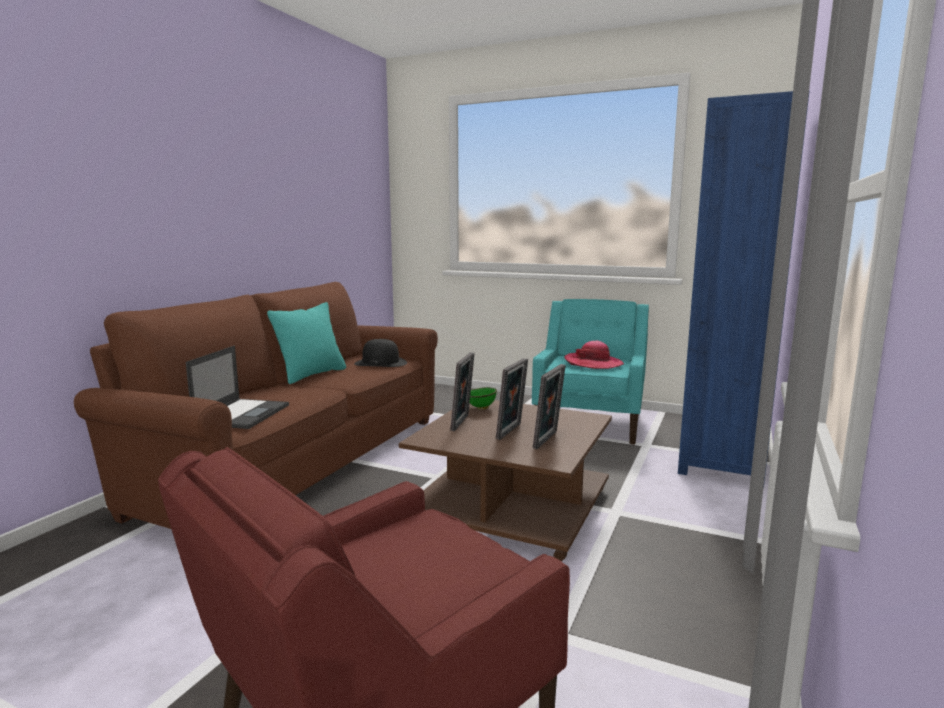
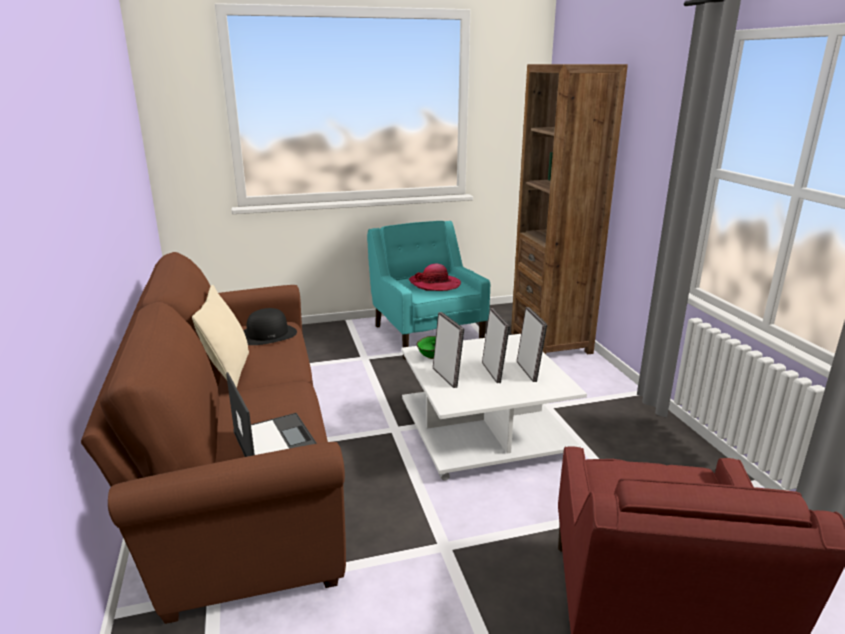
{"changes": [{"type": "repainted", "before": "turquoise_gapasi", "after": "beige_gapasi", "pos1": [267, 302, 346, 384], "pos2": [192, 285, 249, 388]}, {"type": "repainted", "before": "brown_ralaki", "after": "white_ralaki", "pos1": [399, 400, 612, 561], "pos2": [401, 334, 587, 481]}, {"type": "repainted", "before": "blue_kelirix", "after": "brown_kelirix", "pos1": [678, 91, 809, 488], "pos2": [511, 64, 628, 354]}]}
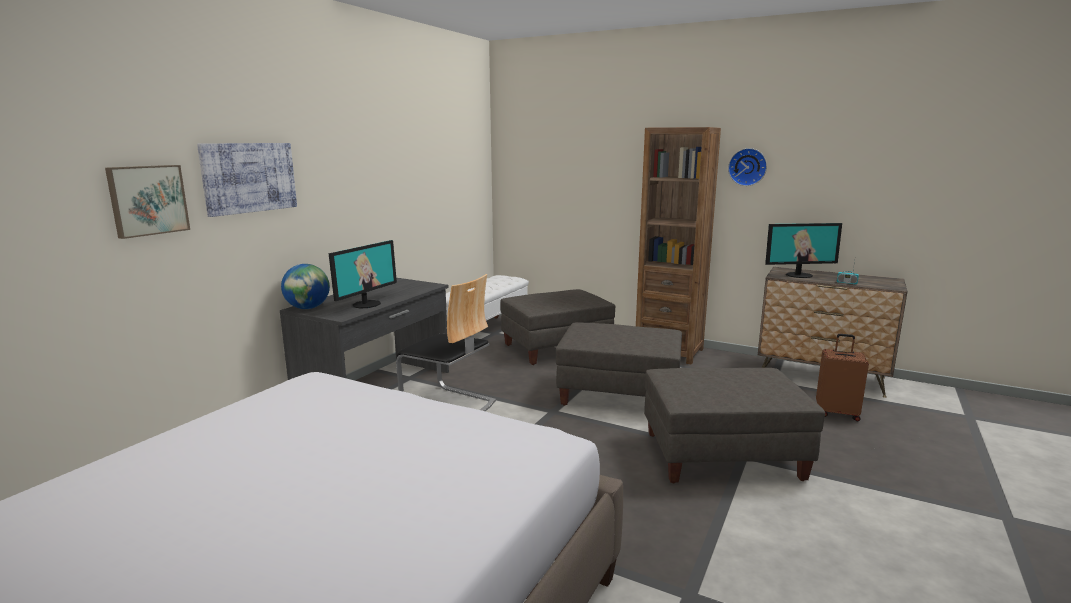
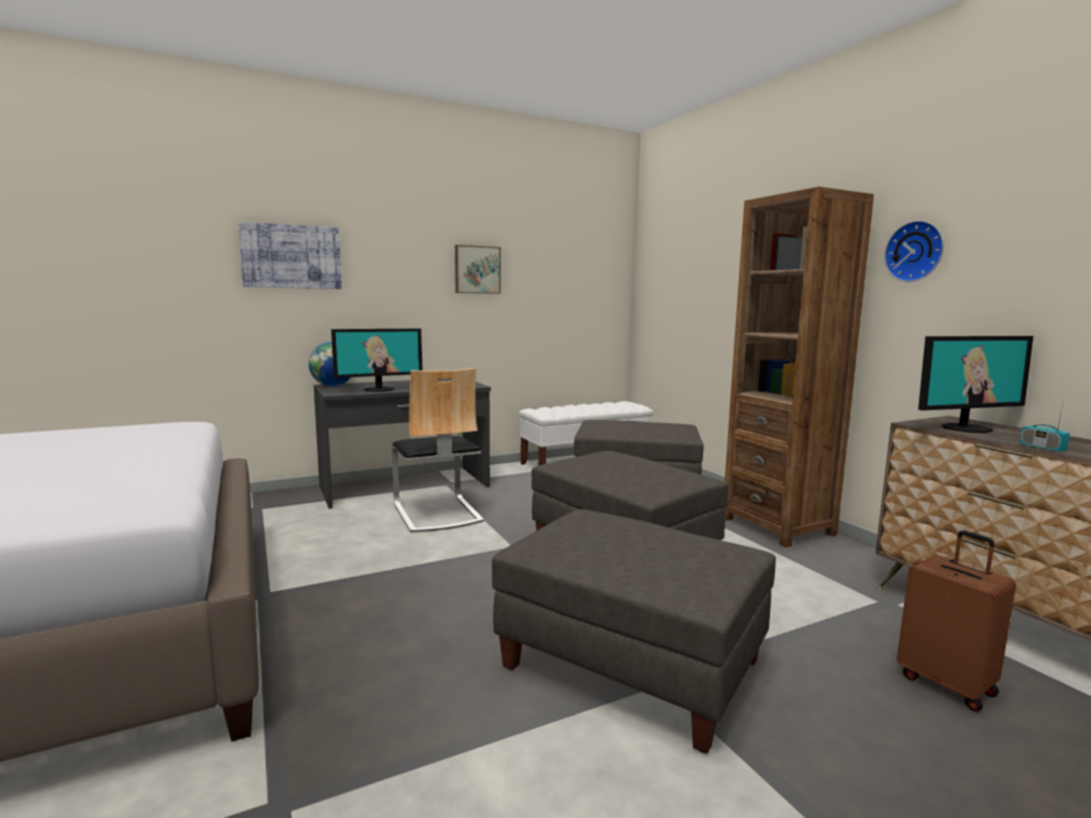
{"changes": [{"type": "shifted", "before": "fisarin", "pos1": [105, 165, 190, 239], "pos2": [455, 245, 501, 294]}, {"type": "rotated", "before": "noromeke", "pos1": [765, 223, 842, 278], "pos2": [918, 336, 1033, 433], "turn": -45}]}
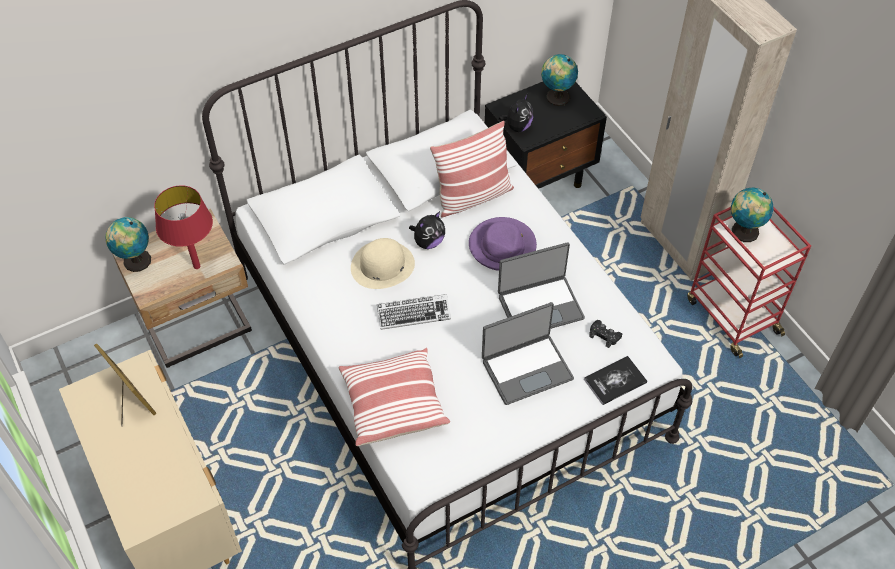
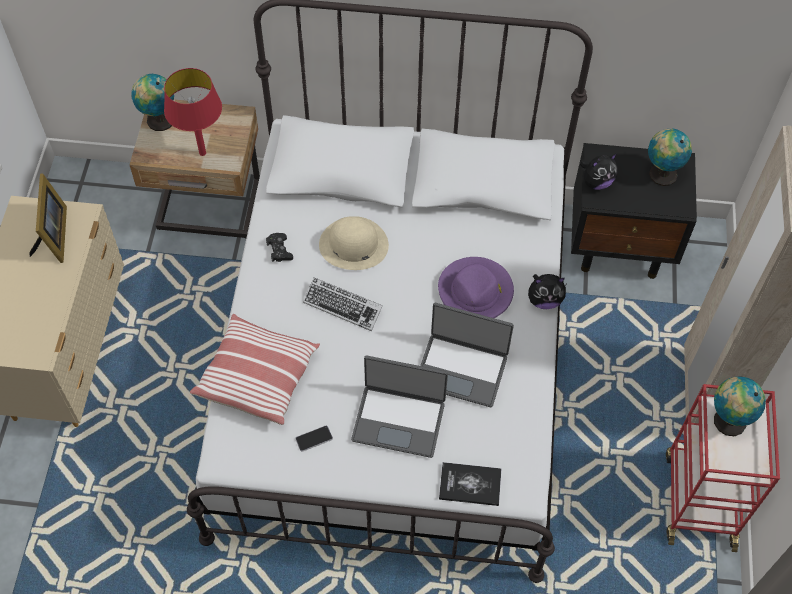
{"changes": [{"type": "gone", "before": "gapasi", "pos1": [430, 121, 514, 218]}, {"type": "new", "after": "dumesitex", "pos2": [295, 426, 333, 452]}, {"type": "shifted", "before": "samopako", "pos1": [409, 211, 445, 249], "pos2": [528, 274, 566, 309]}, {"type": "shifted", "before": "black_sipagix", "pos1": [589, 320, 622, 348], "pos2": [266, 233, 293, 262]}]}
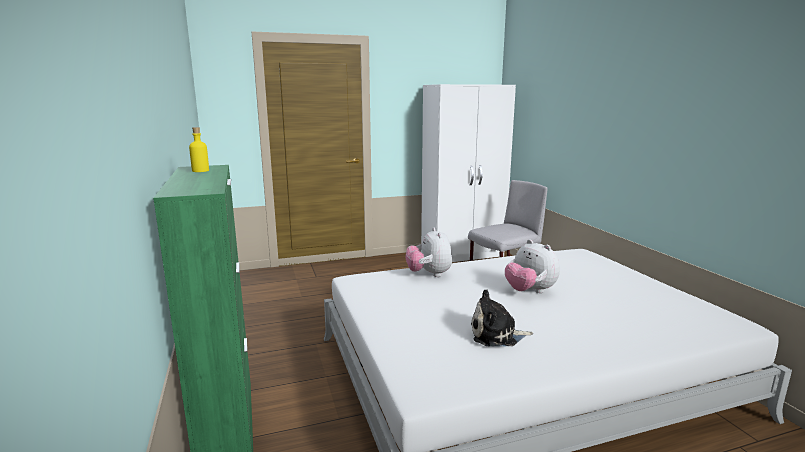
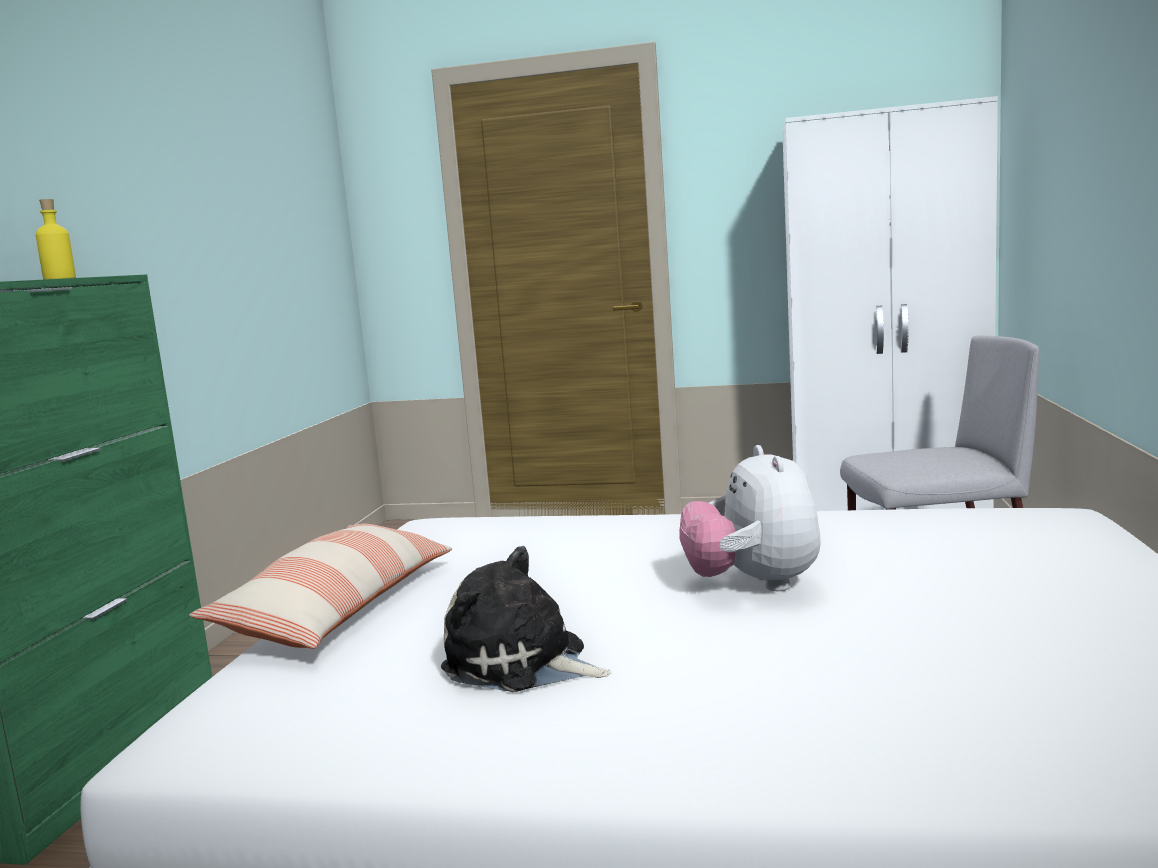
{"changes": [{"type": "gone", "before": "samopako", "pos1": [405, 228, 452, 277]}, {"type": "new", "after": "gapasi", "pos2": [189, 524, 452, 649]}]}
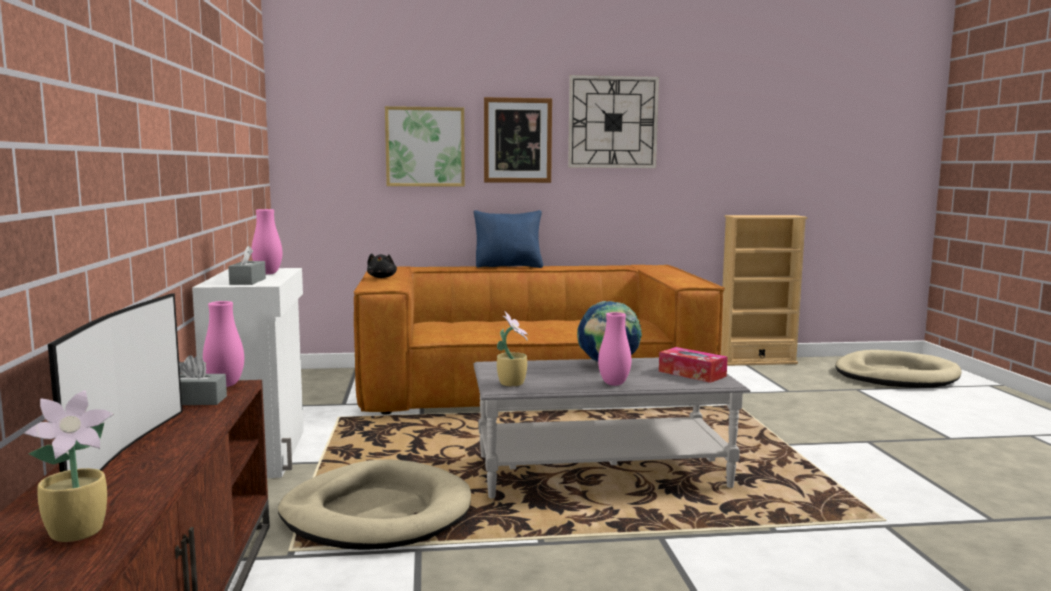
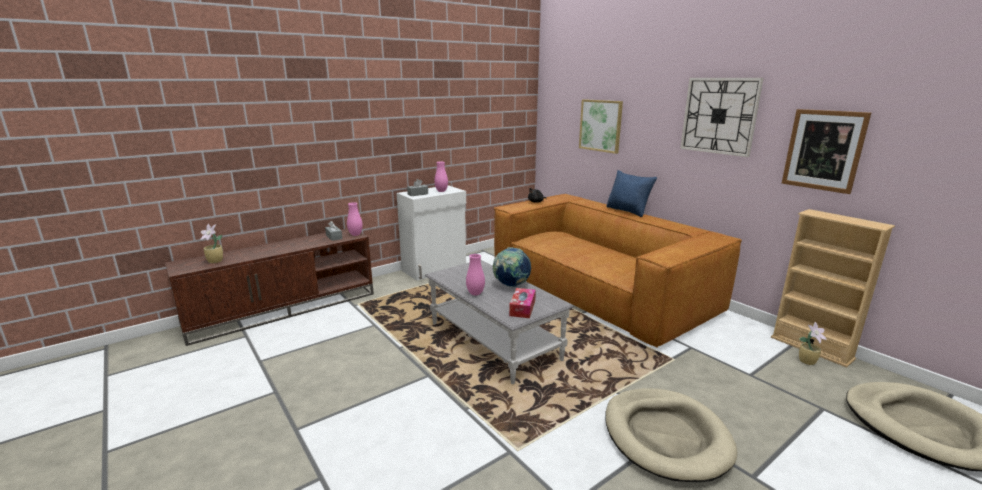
{"changes": [{"type": "gone", "before": "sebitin", "pos1": [48, 293, 183, 472]}, {"type": "shifted", "before": "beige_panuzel", "pos1": [278, 459, 471, 550], "pos2": [605, 388, 737, 482]}, {"type": "shifted", "before": "fisarin", "pos1": [484, 97, 552, 183], "pos2": [782, 109, 871, 194]}, {"type": "shifted", "before": "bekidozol", "pos1": [497, 311, 528, 387], "pos2": [799, 322, 827, 365]}]}
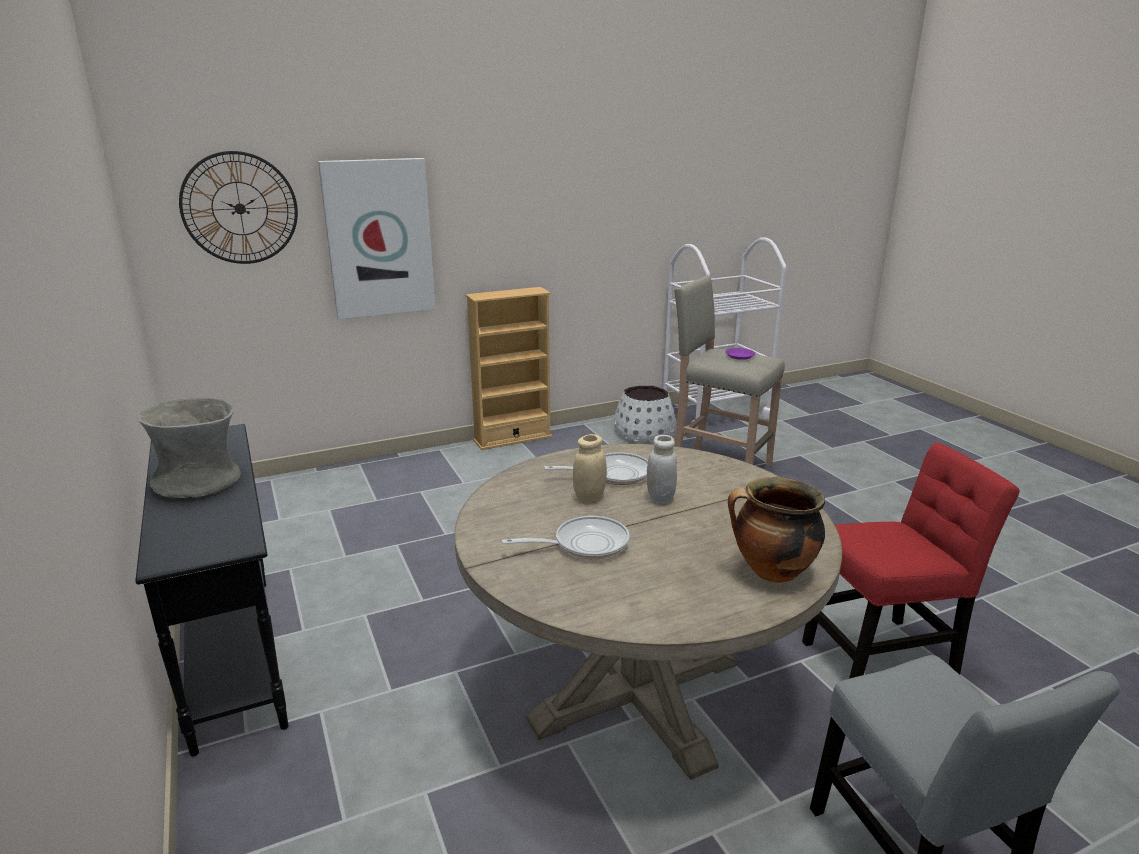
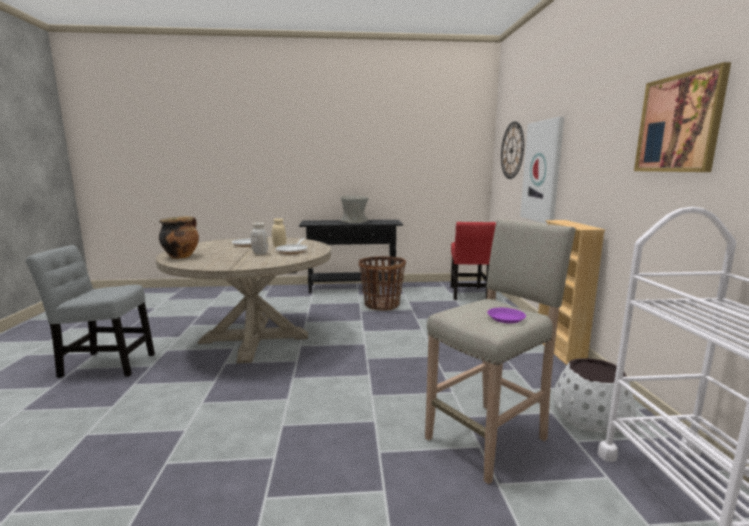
{"changes": [{"type": "new", "after": "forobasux", "pos2": [359, 256, 406, 311]}, {"type": "new", "after": "fisarin", "pos2": [634, 62, 731, 172]}, {"type": "shifted", "before": "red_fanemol", "pos1": [802, 442, 1020, 679], "pos2": [451, 222, 496, 300]}]}
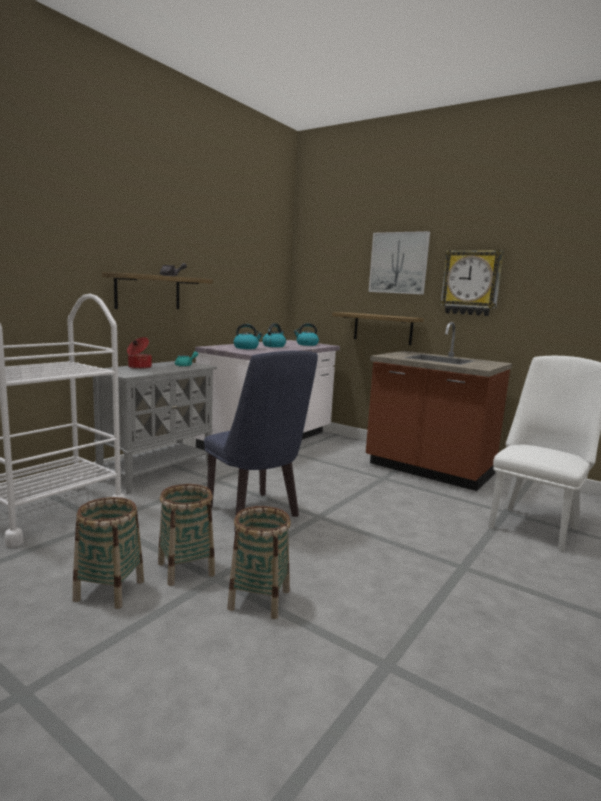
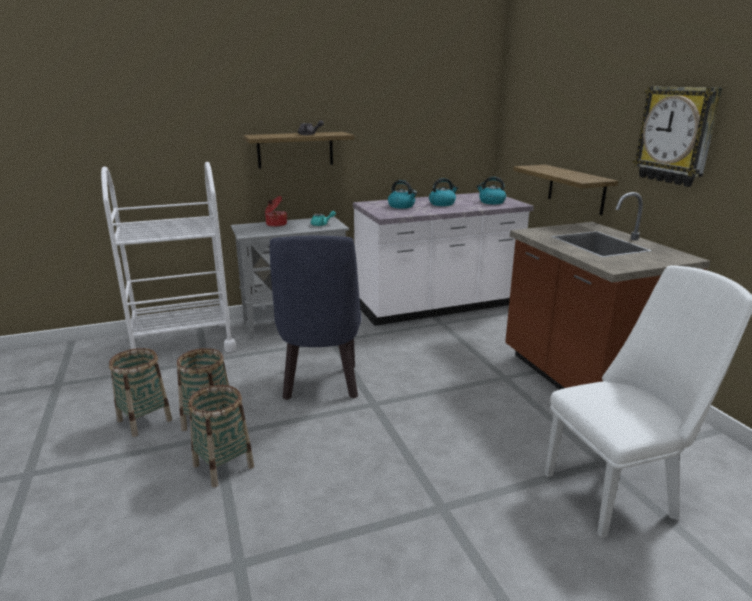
{"changes": [{"type": "gone", "before": "fisarin", "pos1": [369, 231, 430, 295]}]}
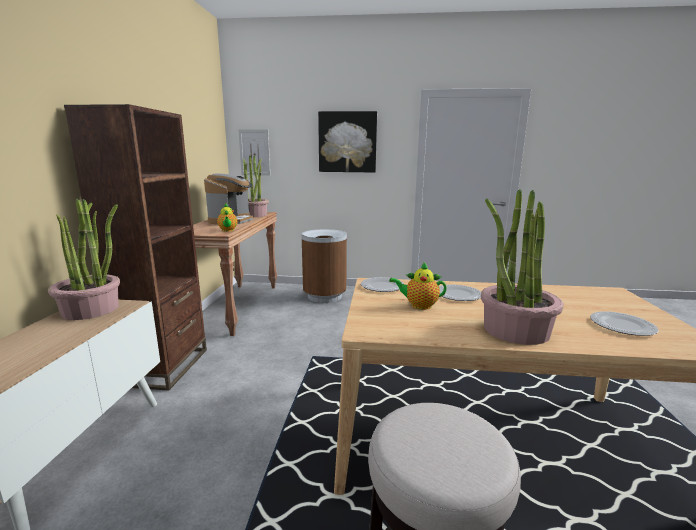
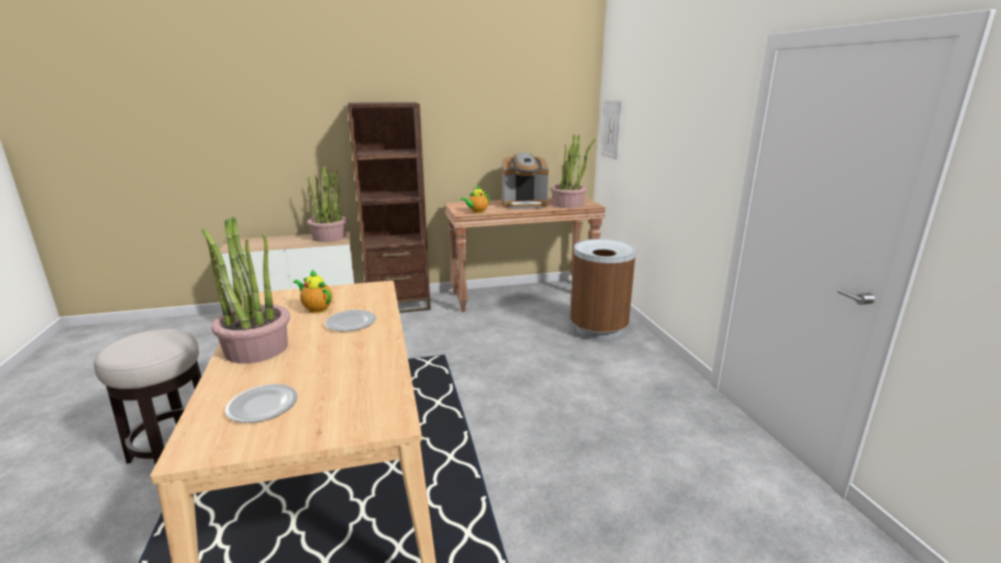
{"changes": [{"type": "gone", "before": "fisarin", "pos1": [318, 111, 377, 173]}, {"type": "gone", "before": "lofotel", "pos1": [361, 277, 404, 292]}, {"type": "rotated", "before": "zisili", "pos1": [389, 262, 447, 310], "pos2": [293, 269, 332, 313], "turn": -45}]}
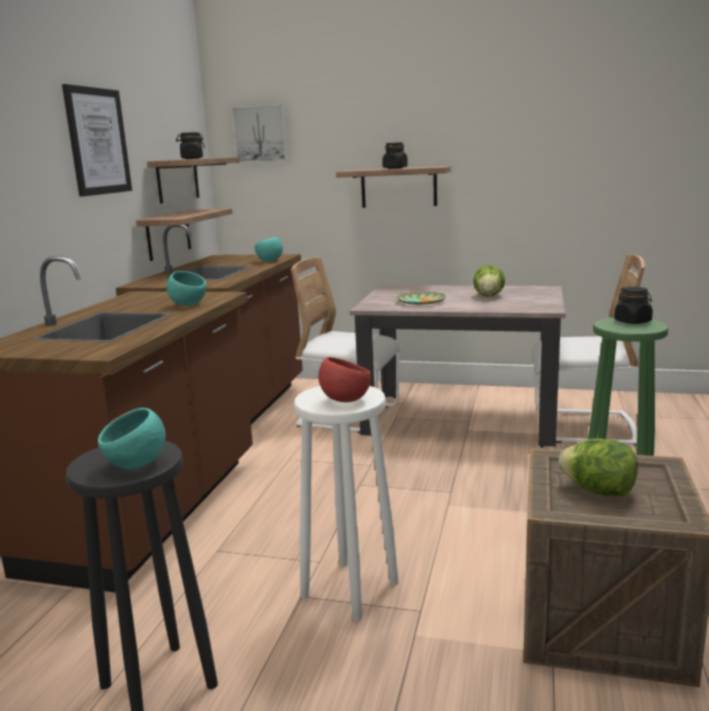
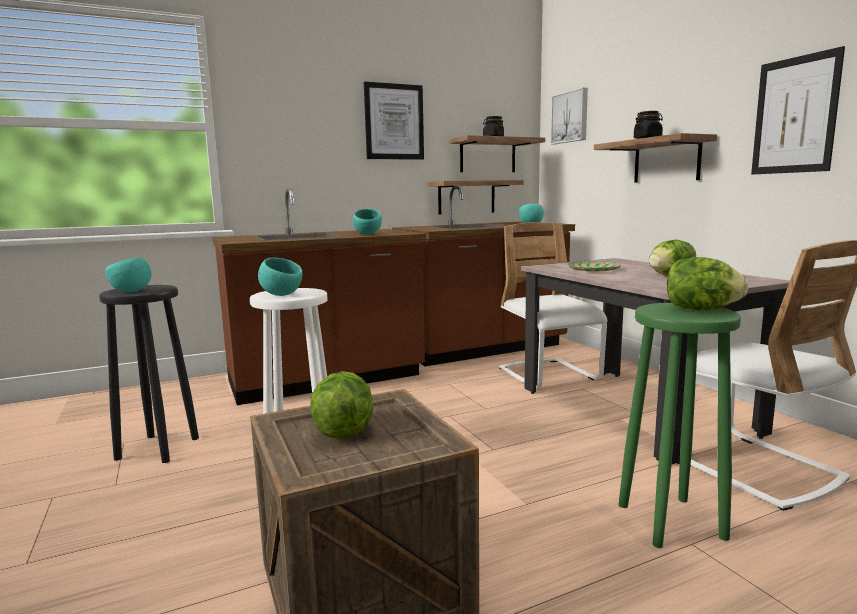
{"changes": [{"type": "new", "after": "fisarin", "pos2": [751, 46, 845, 174]}, {"type": "swapped", "before": "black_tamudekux", "after": "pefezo", "pos1": [614, 287, 653, 324], "pos2": [667, 257, 749, 310]}, {"type": "repainted", "before": "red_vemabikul", "after": "turquoise_vemabikul", "pos1": [318, 357, 371, 402], "pos2": [258, 258, 303, 296]}]}
